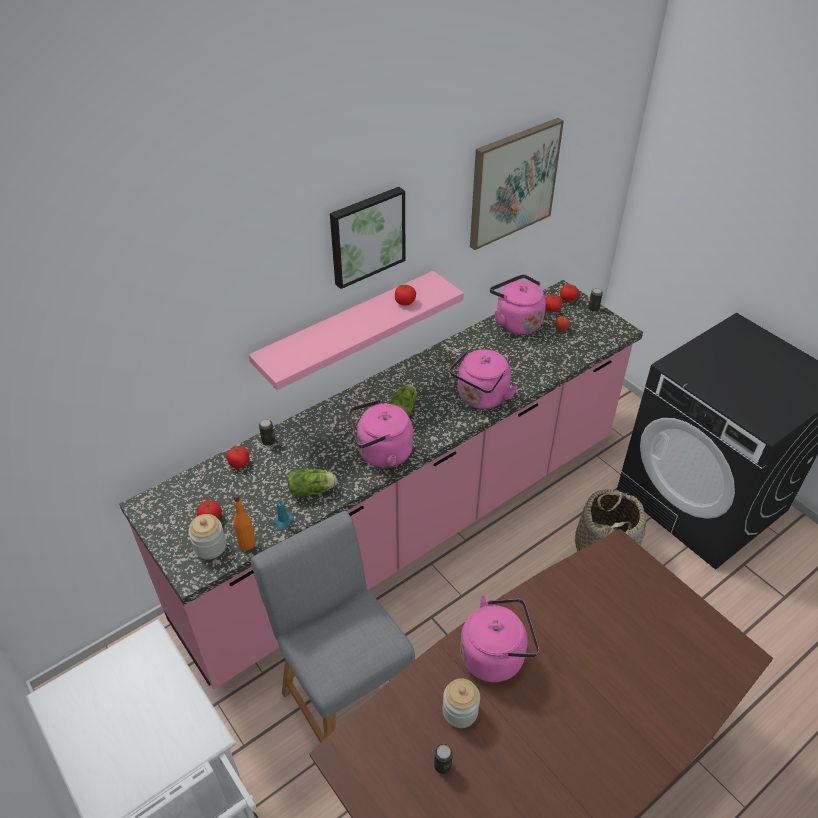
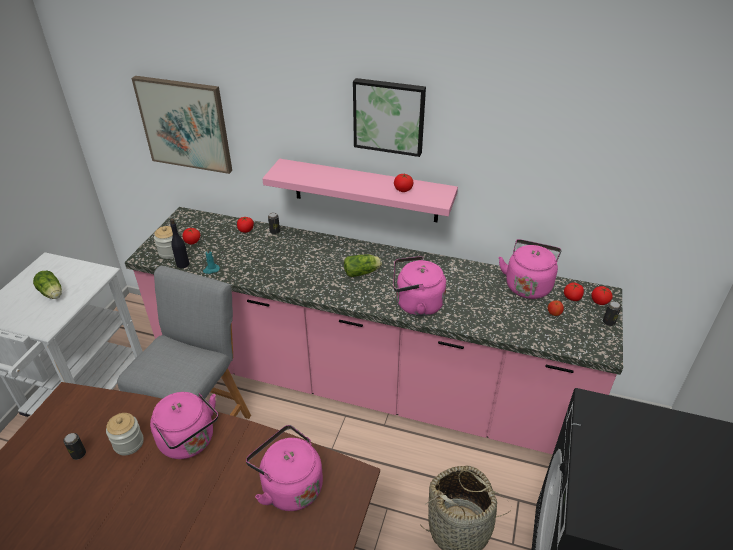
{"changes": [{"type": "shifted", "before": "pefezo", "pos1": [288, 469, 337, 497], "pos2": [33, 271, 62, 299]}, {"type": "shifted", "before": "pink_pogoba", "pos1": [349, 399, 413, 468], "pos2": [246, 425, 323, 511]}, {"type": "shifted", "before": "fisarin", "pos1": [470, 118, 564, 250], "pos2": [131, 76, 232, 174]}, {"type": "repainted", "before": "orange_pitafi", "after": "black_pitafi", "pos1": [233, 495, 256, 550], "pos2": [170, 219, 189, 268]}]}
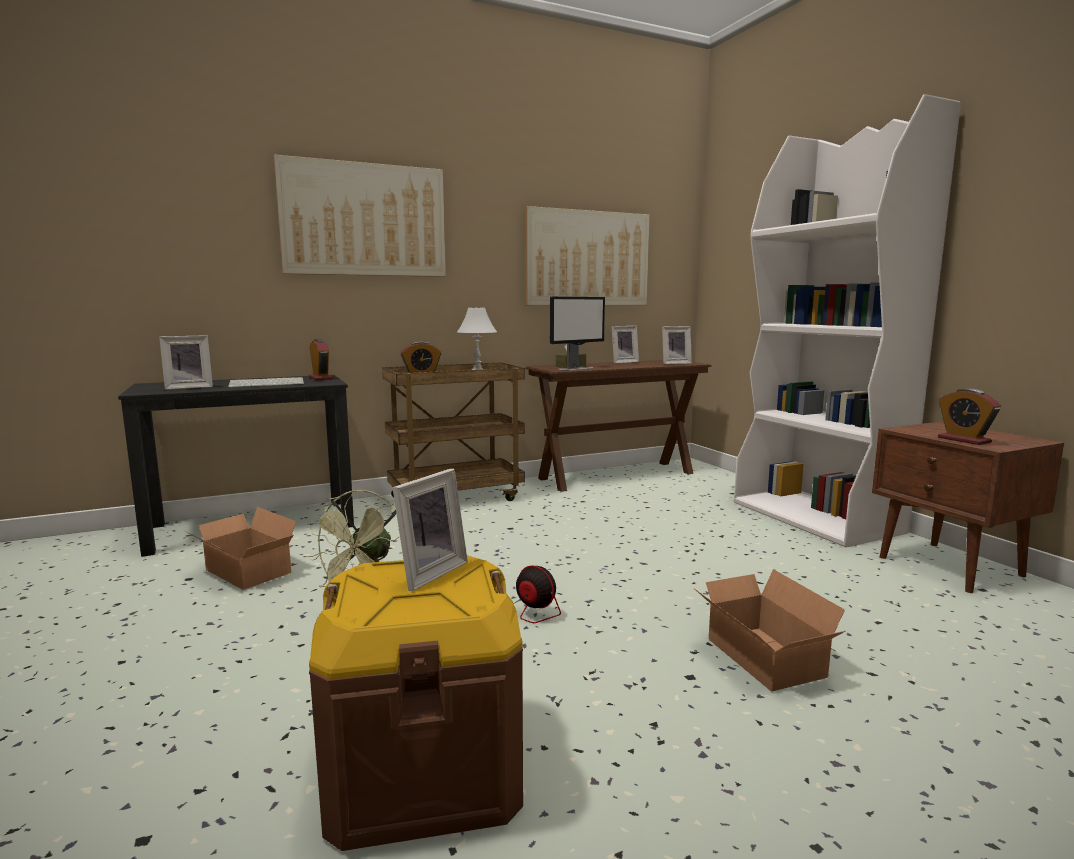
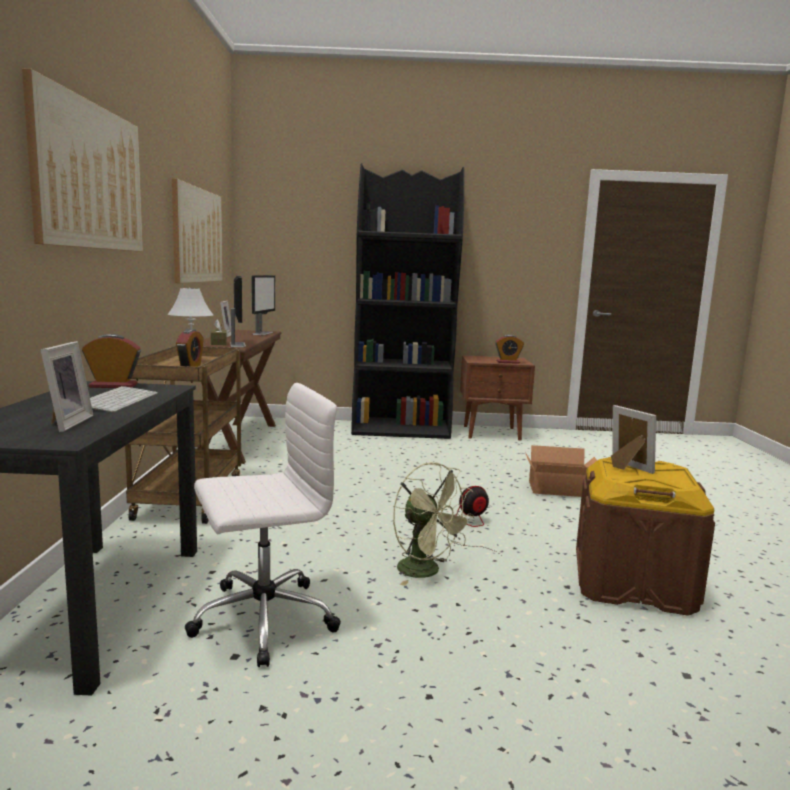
{"changes": [{"type": "swapped", "before": "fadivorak", "after": "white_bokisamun", "pos1": [183, 507, 296, 590], "pos2": [185, 383, 341, 667]}, {"type": "swapped", "before": "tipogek", "after": "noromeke", "pos1": [662, 326, 692, 365], "pos2": [251, 275, 275, 335]}, {"type": "repainted", "before": "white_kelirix", "after": "black_kelirix", "pos1": [734, 94, 961, 547], "pos2": [351, 163, 464, 439]}]}
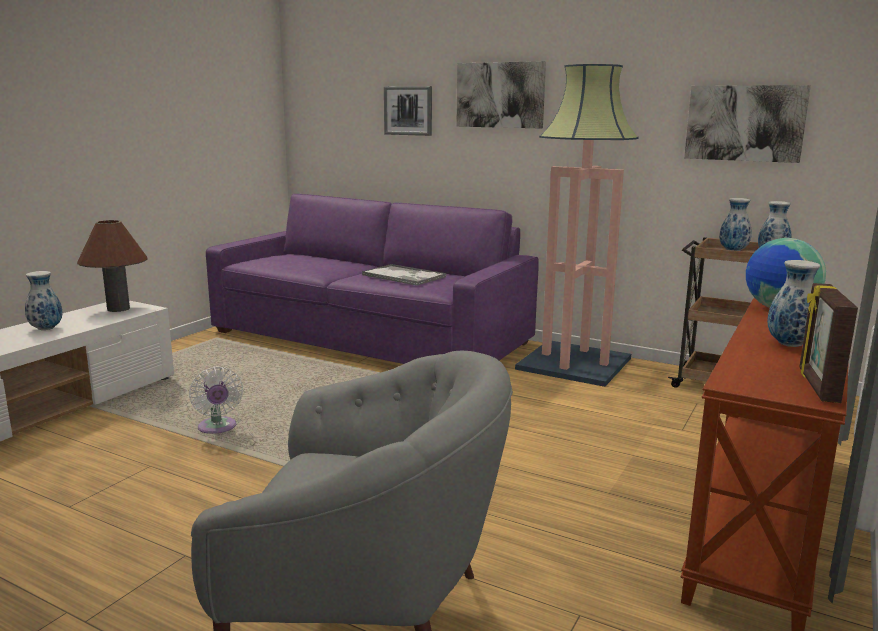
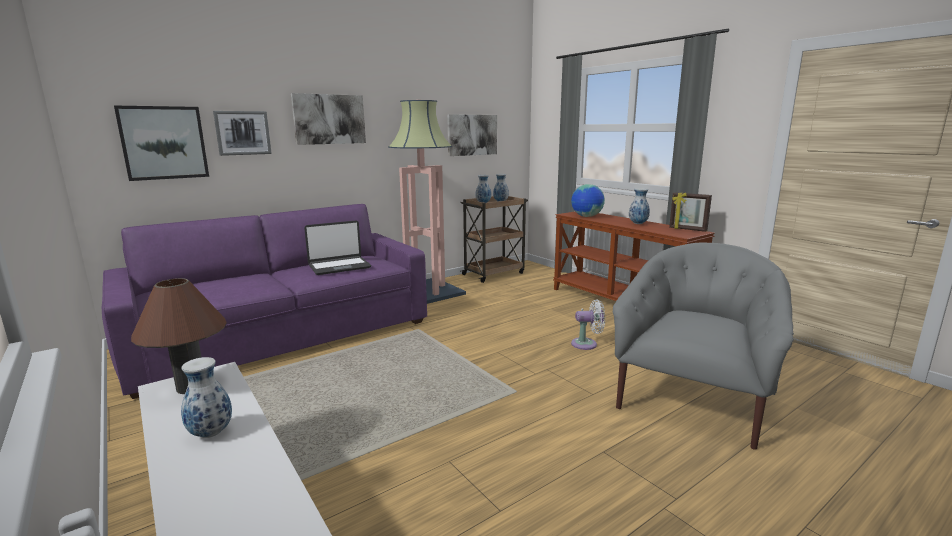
{"changes": [{"type": "new", "after": "fisarin", "pos2": [114, 106, 209, 181]}, {"type": "shifted", "before": "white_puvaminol", "pos1": [189, 366, 243, 434], "pos2": [571, 299, 605, 350]}, {"type": "swapped", "before": "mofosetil", "after": "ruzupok", "pos1": [362, 264, 446, 286], "pos2": [304, 221, 371, 275]}]}
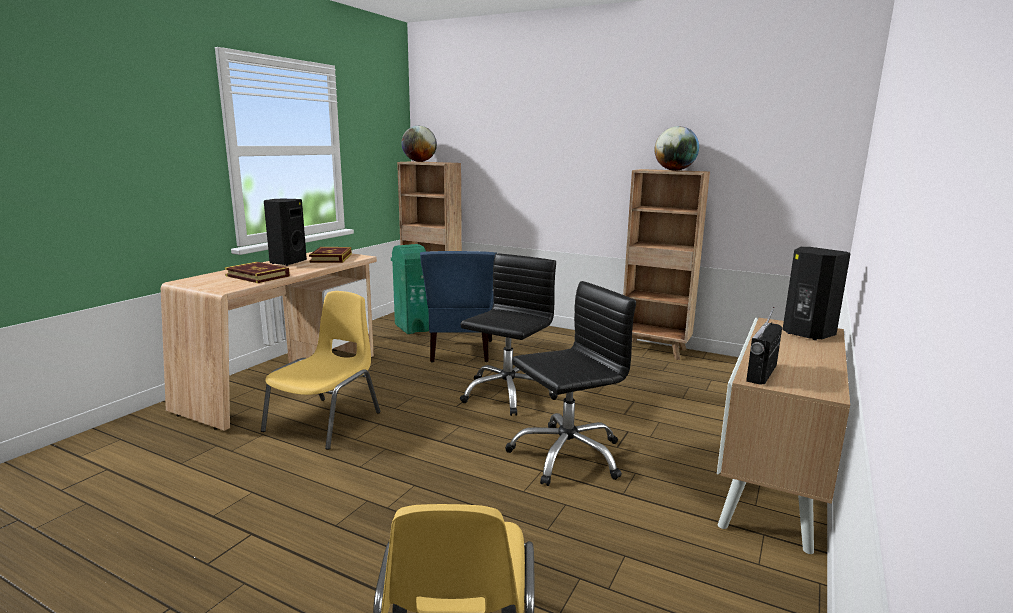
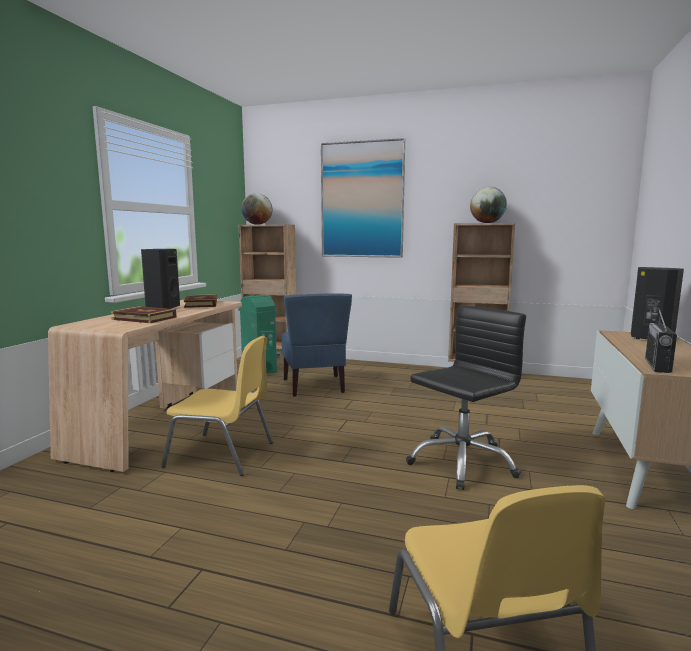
{"changes": [{"type": "gone", "before": "black_bokisamun", "pos1": [460, 253, 558, 416]}, {"type": "new", "after": "fisarin", "pos2": [321, 138, 405, 258]}, {"type": "rotated", "before": "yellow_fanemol", "pos1": [261, 291, 380, 450], "pos2": [161, 336, 273, 476], "turn": 90}]}
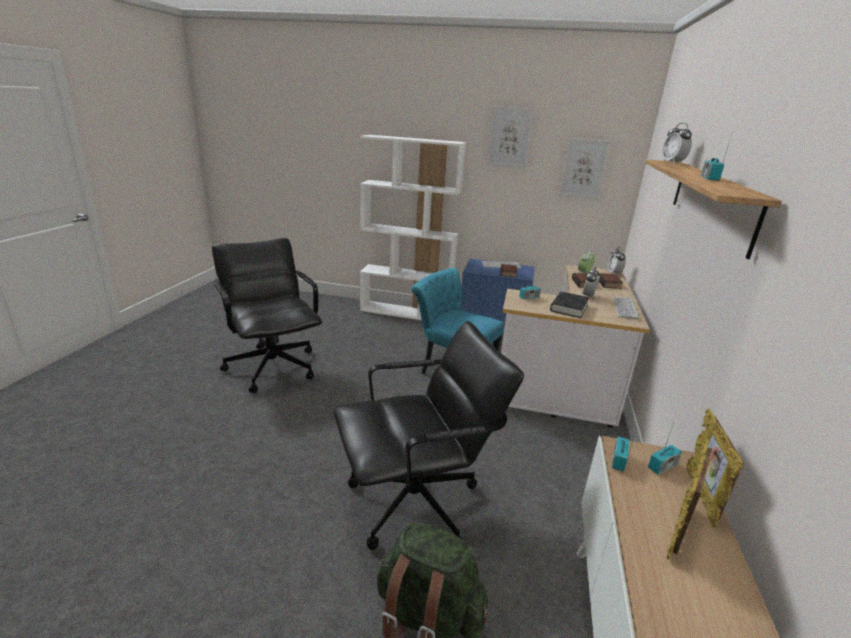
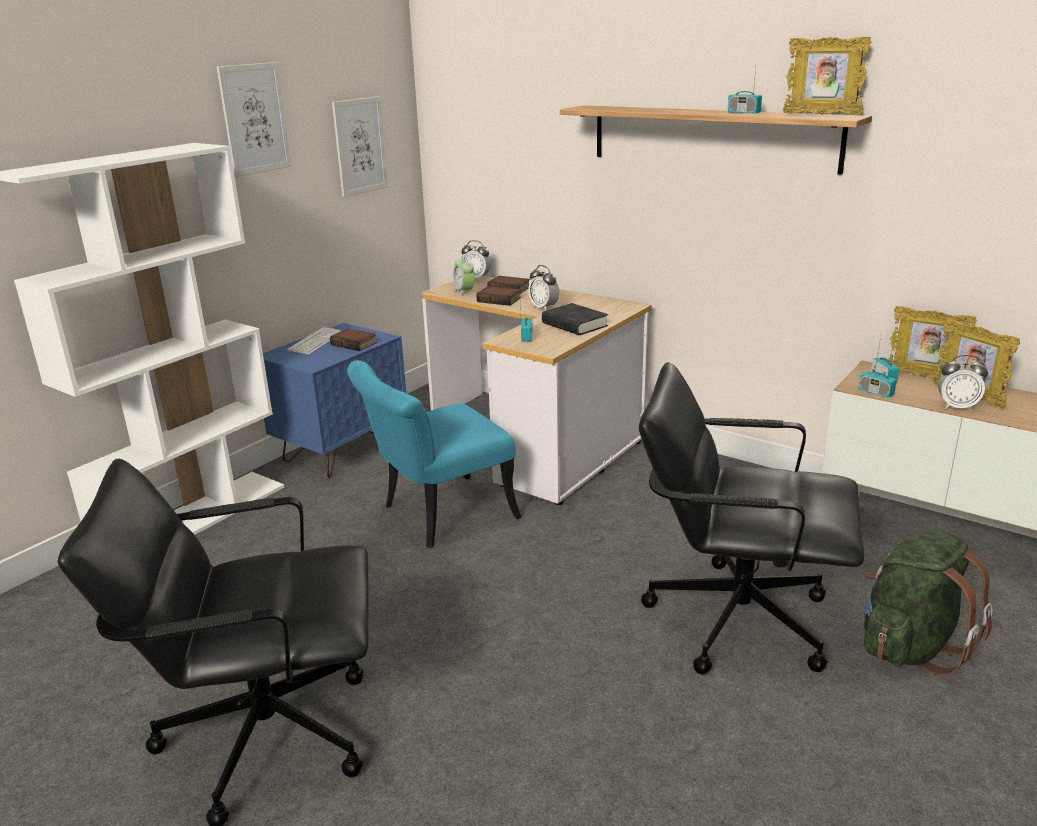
{"changes": [{"type": "gone", "before": "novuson", "pos1": [613, 297, 639, 319]}, {"type": "new", "after": "tipogek", "pos2": [783, 37, 871, 115]}, {"type": "shifted", "before": "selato", "pos1": [662, 123, 692, 164], "pos2": [938, 355, 988, 411]}, {"type": "rotated", "before": "black_bokisamun", "pos1": [333, 321, 524, 550], "pos2": [639, 362, 864, 675], "turn": -75}]}
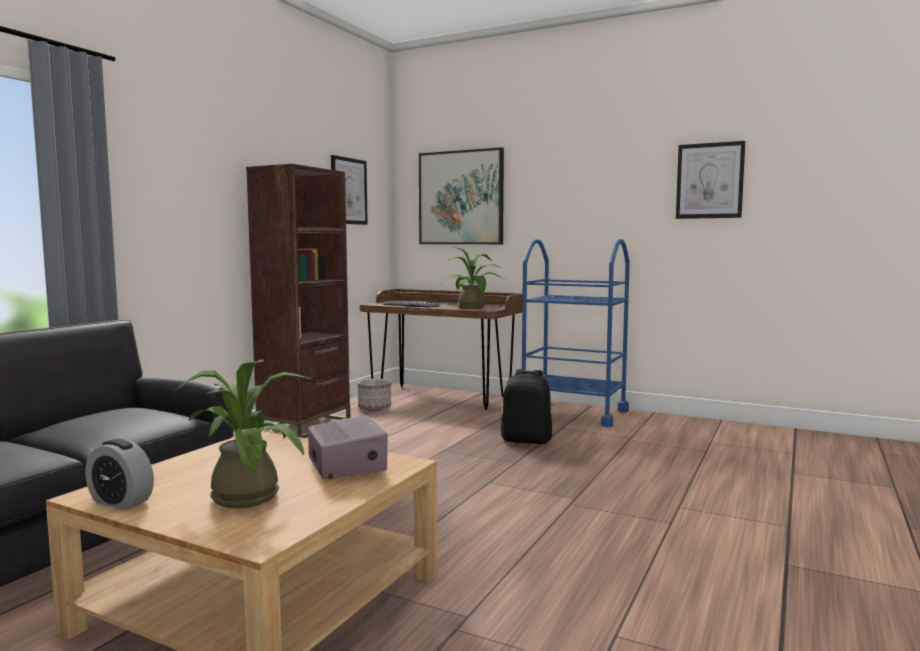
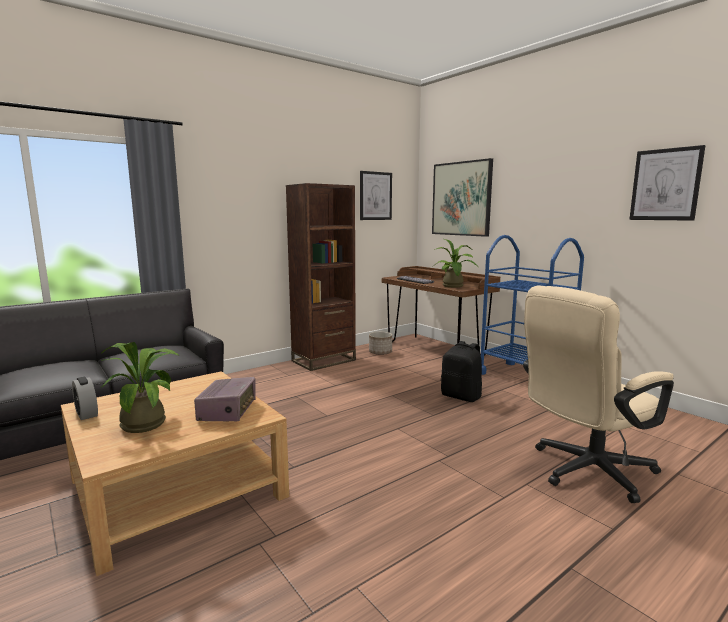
{"changes": [{"type": "new", "after": "beige_bokisamun", "pos2": [523, 286, 674, 503]}]}
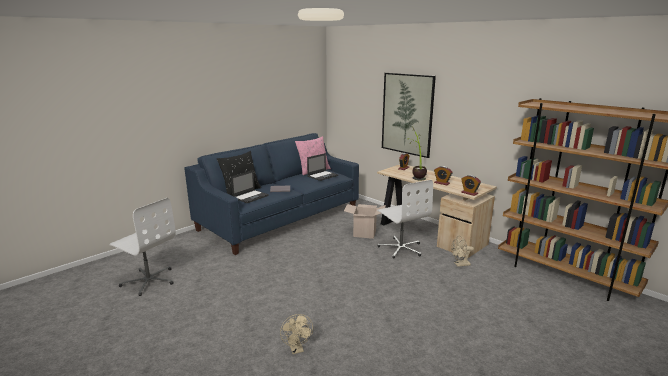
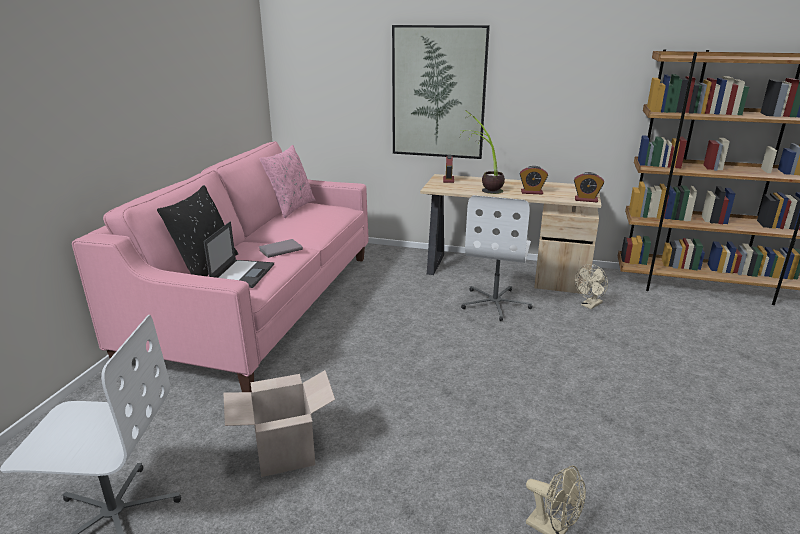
{"changes": [{"type": "gone", "before": "ruzupok", "pos1": [307, 153, 338, 181]}, {"type": "shifted", "before": "fadivorak", "pos1": [344, 204, 386, 239], "pos2": [223, 370, 335, 477]}, {"type": "repainted", "before": "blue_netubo", "after": "pink_netubo", "pos1": [184, 133, 359, 255], "pos2": [72, 141, 369, 392]}, {"type": "rotated", "before": "white_bokisamun", "pos1": [377, 180, 433, 258], "pos2": [461, 195, 532, 321], "turn": 75}]}
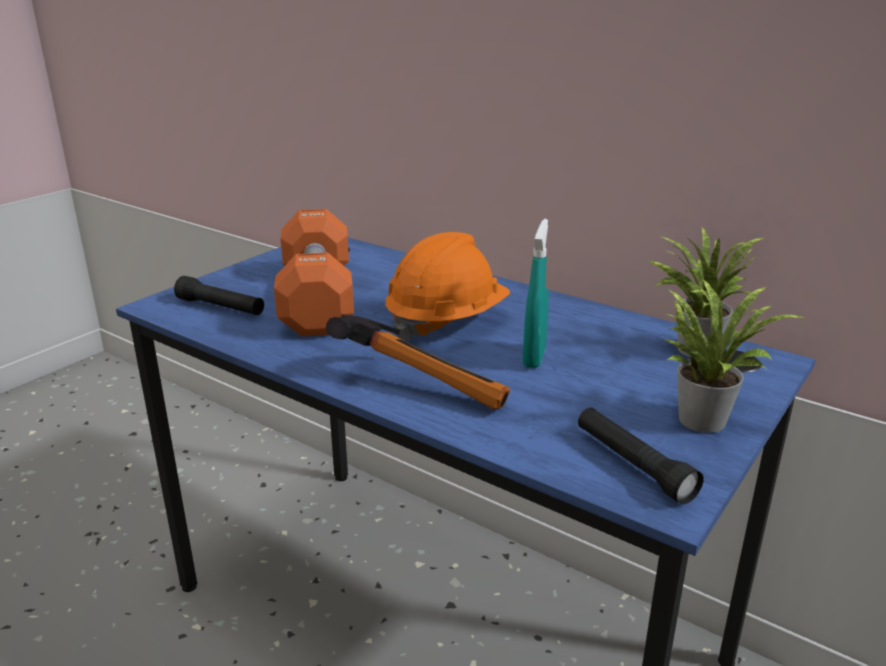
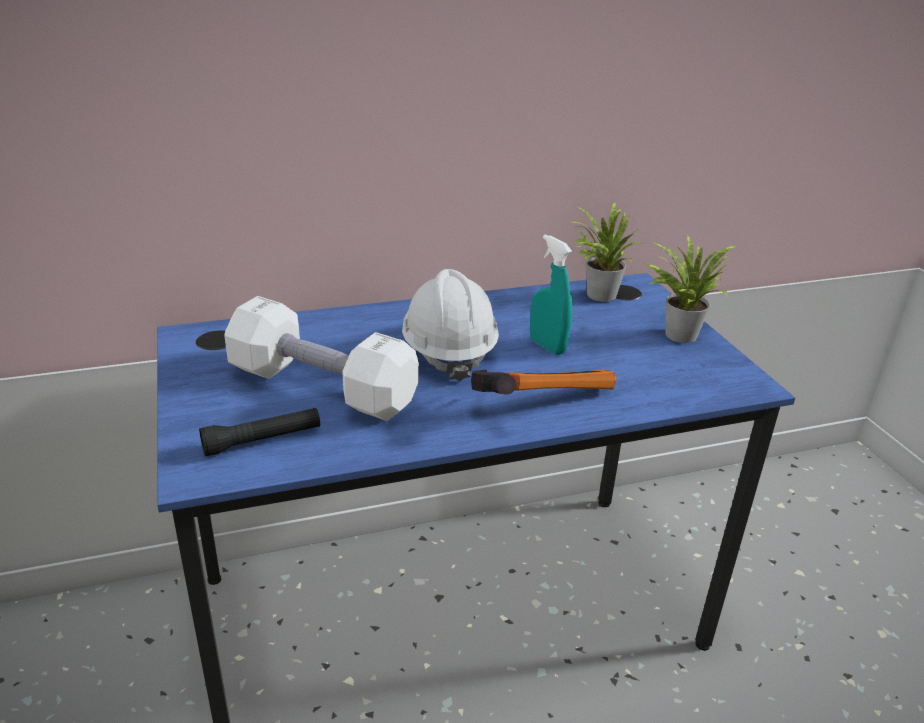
{"changes": [{"type": "gone", "before": "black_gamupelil", "pos1": [578, 407, 704, 504]}, {"type": "repainted", "before": "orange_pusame", "after": "white_pusame", "pos1": [274, 209, 354, 336], "pos2": [224, 296, 419, 421]}, {"type": "repainted", "before": "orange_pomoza", "after": "white_pomoza", "pos1": [385, 232, 510, 341], "pos2": [402, 269, 499, 381]}]}
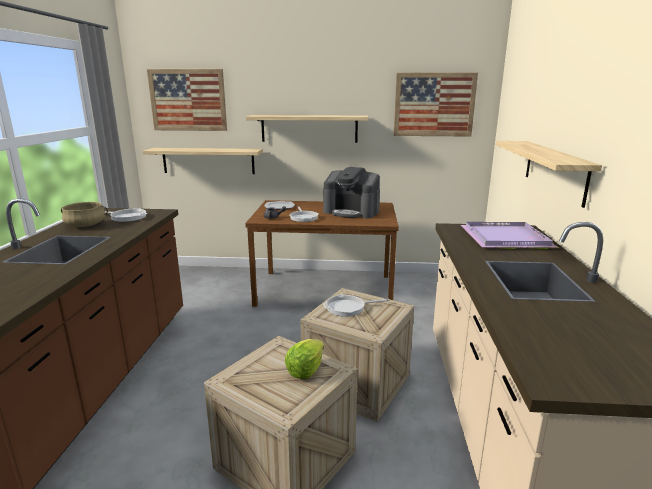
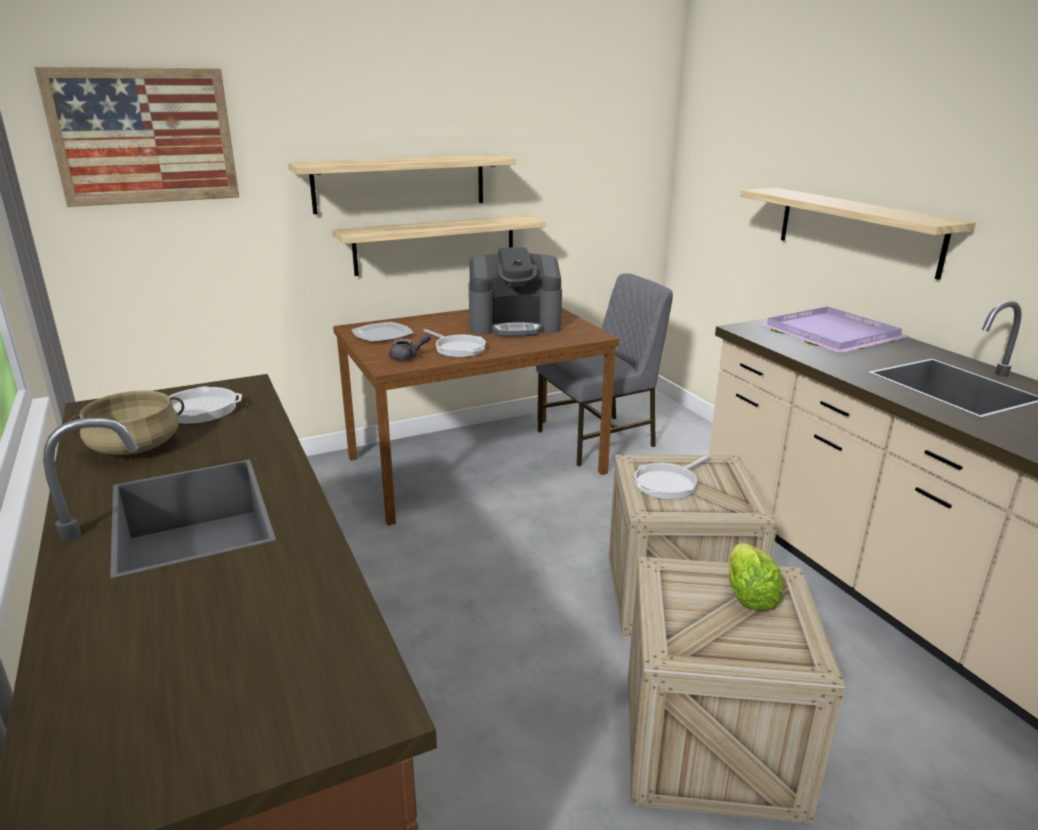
{"changes": [{"type": "gone", "before": "fisarin", "pos1": [393, 72, 478, 137]}, {"type": "new", "after": "grey_fanemol", "pos2": [536, 273, 673, 466]}, {"type": "shifted", "before": "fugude", "pos1": [143, 148, 263, 174], "pos2": [332, 215, 546, 276]}]}
